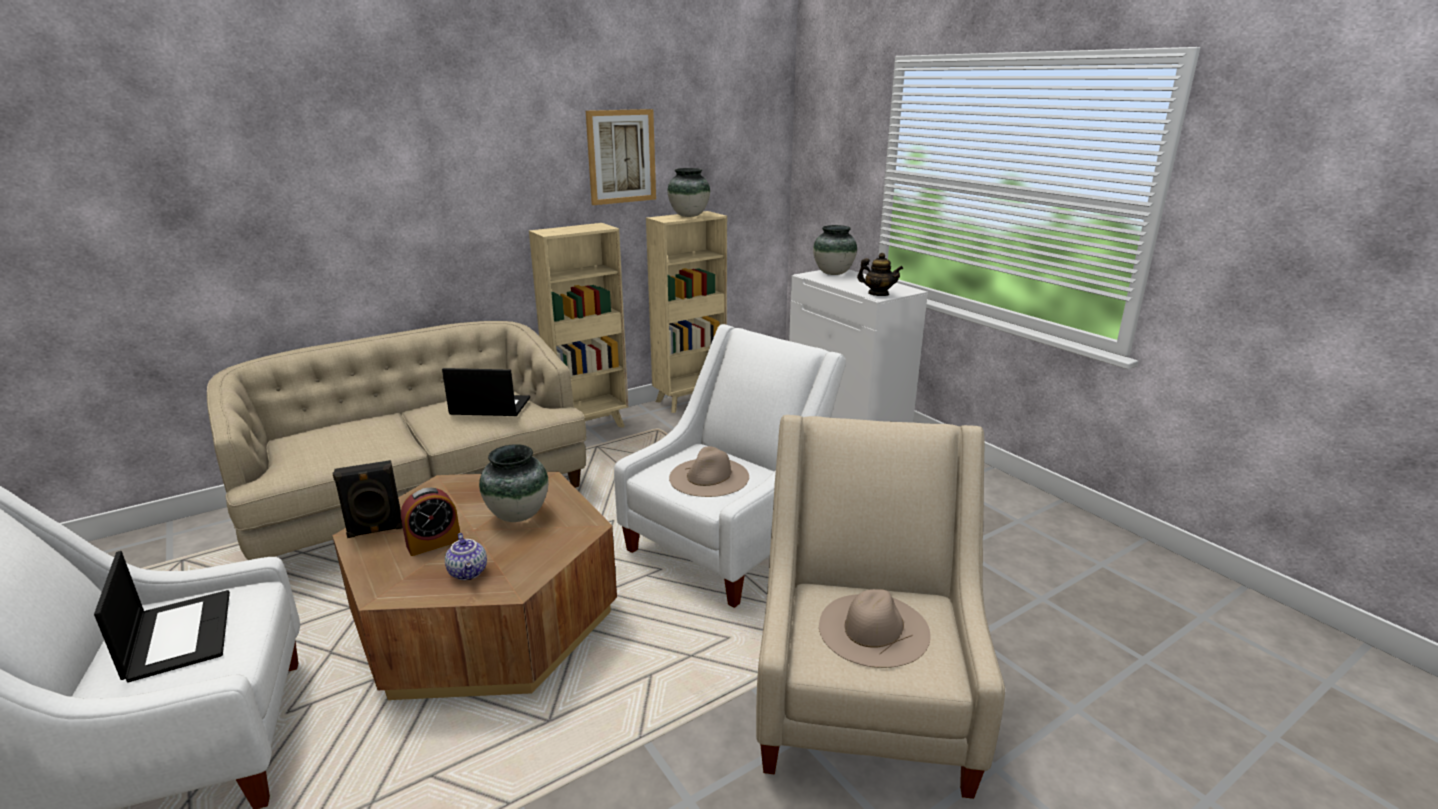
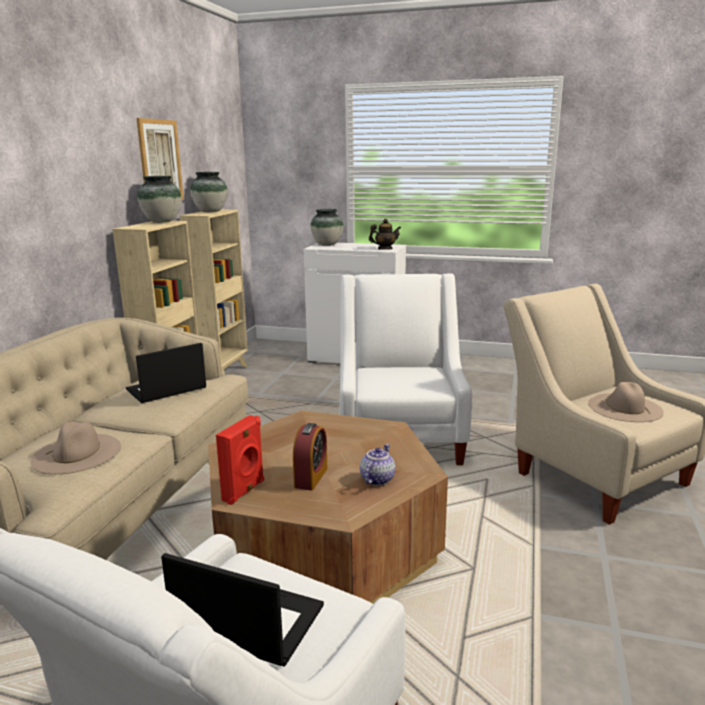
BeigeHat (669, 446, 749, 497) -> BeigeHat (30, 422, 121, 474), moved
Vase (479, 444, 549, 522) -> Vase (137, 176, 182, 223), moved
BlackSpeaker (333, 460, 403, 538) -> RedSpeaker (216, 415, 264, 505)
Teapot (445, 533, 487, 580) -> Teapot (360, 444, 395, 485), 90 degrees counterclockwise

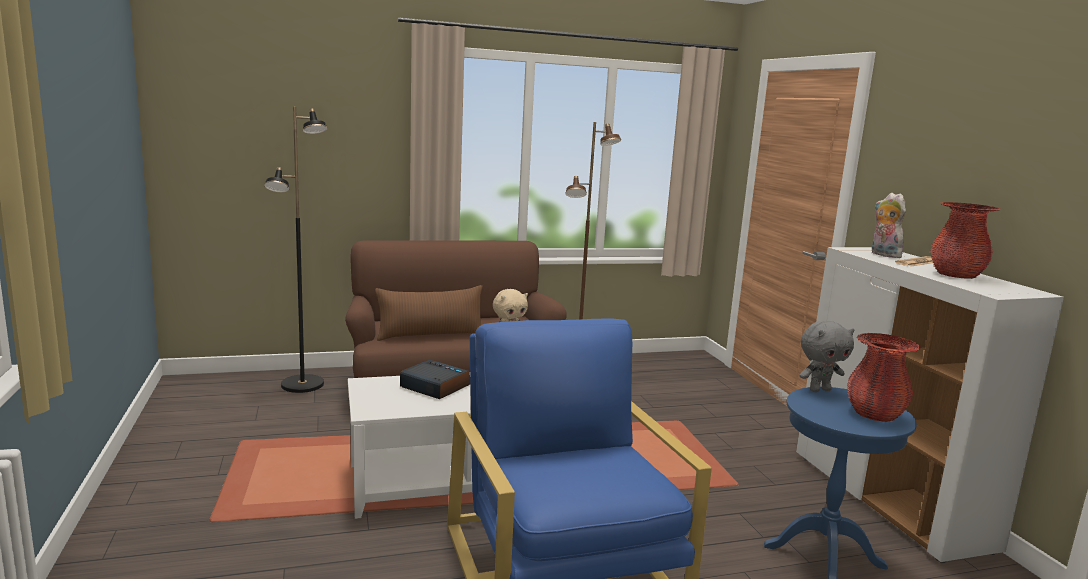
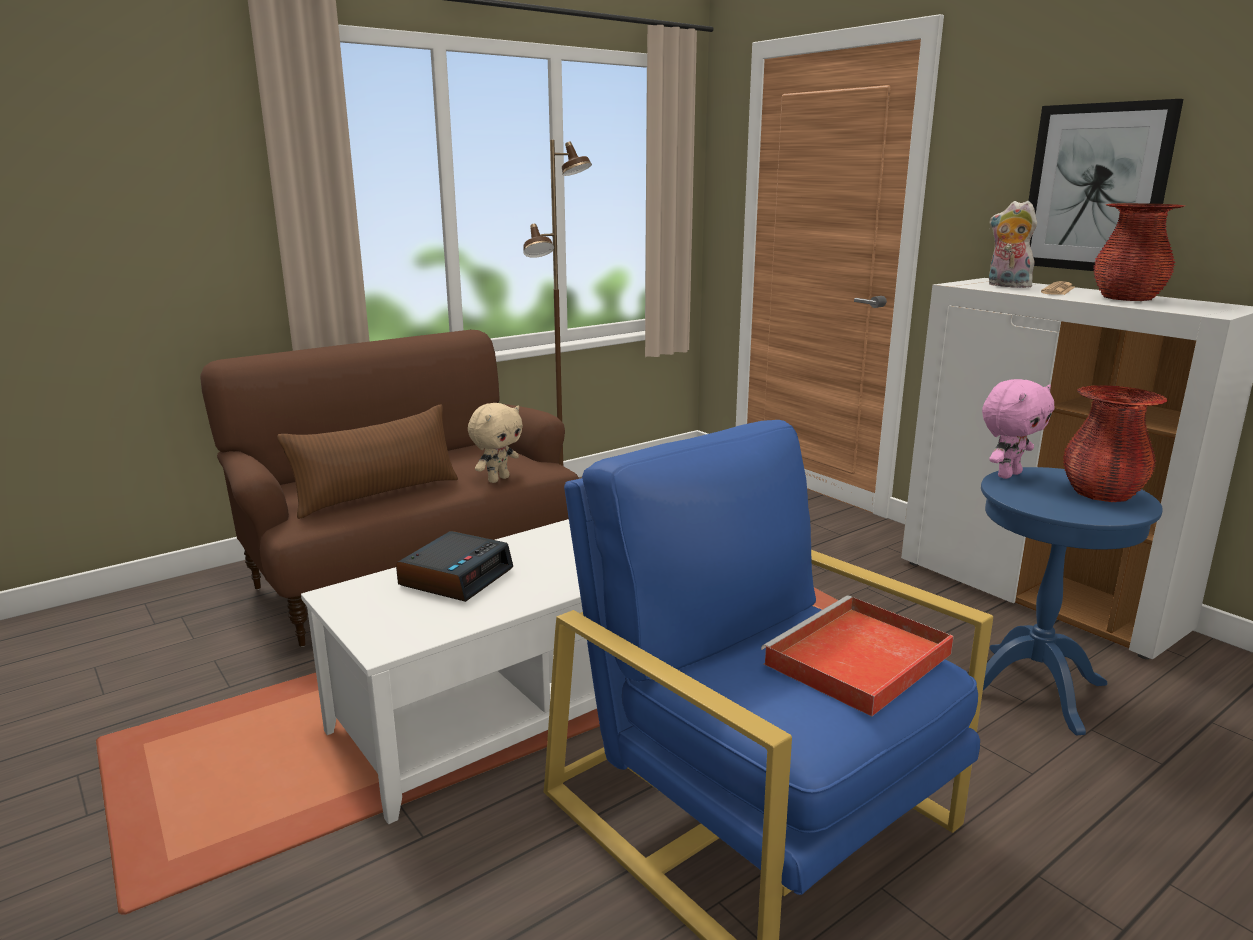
AlarmClock (400, 360, 470, 399) -> AlarmClock (396, 531, 513, 602), 105 degrees clockwise
none -> RedTray (761, 595, 954, 717)
GreyPlushToy (799, 321, 854, 392) -> PinkPlushToy (982, 379, 1054, 479)
none -> Picture (1028, 99, 1183, 271)
BlackFloorLamp (264, 107, 328, 393) -> none

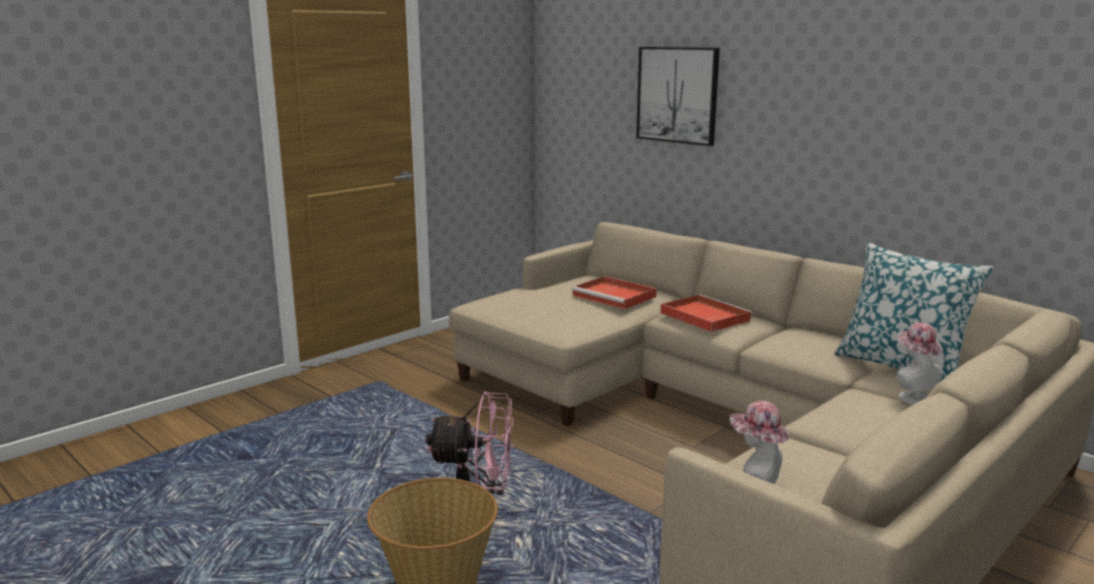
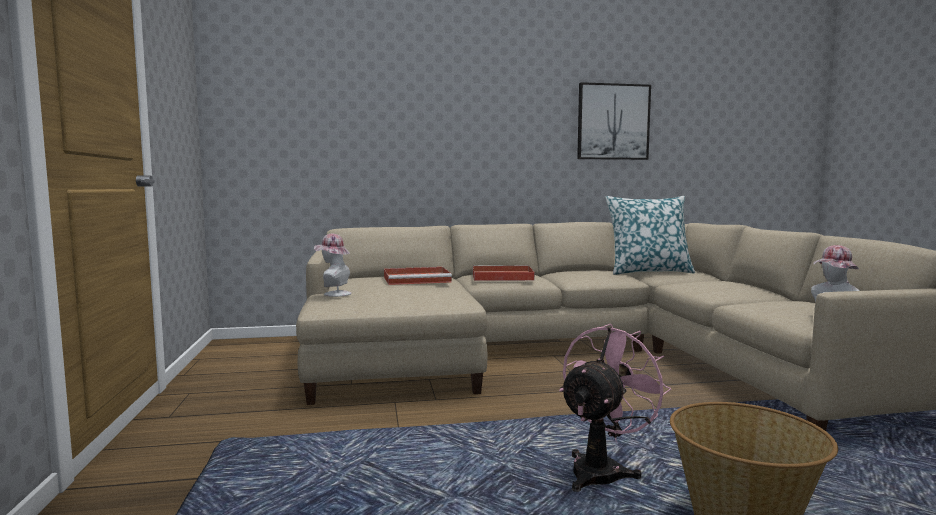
Hat (897, 322, 943, 405) -> Hat (314, 234, 352, 297), moved
Picture (636, 47, 720, 146) -> Picture (577, 82, 651, 160), moved

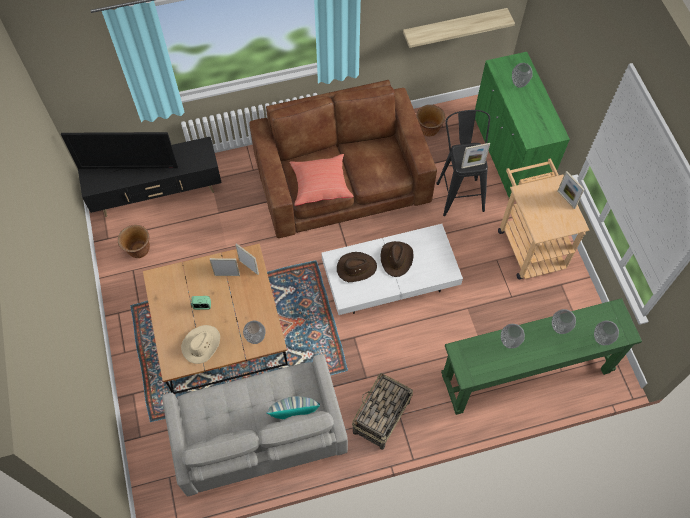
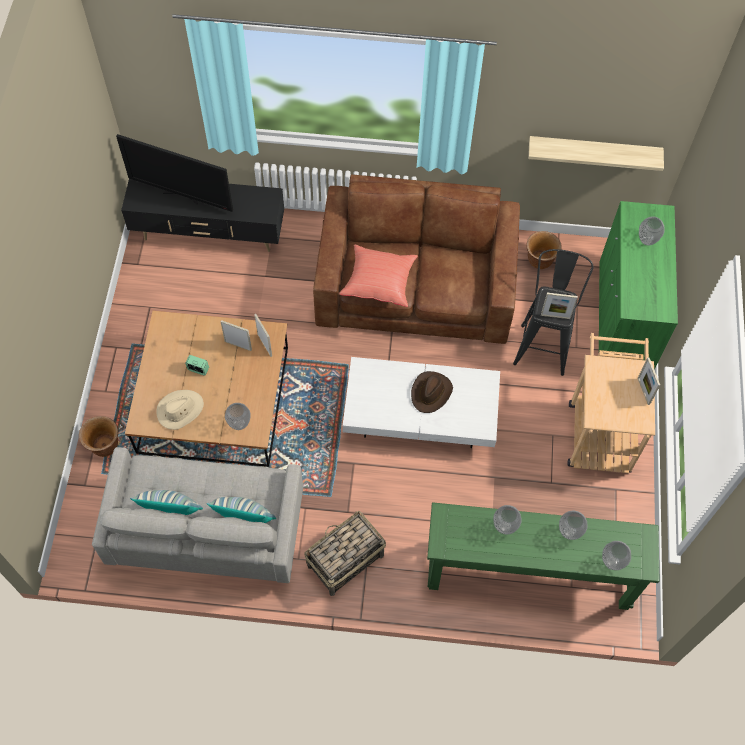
BrownPlanter (118, 225, 150, 258) -> BrownPlanter (79, 416, 118, 457), moved
none -> Pillow (130, 490, 203, 515)
BrownHat (337, 252, 377, 282) -> none

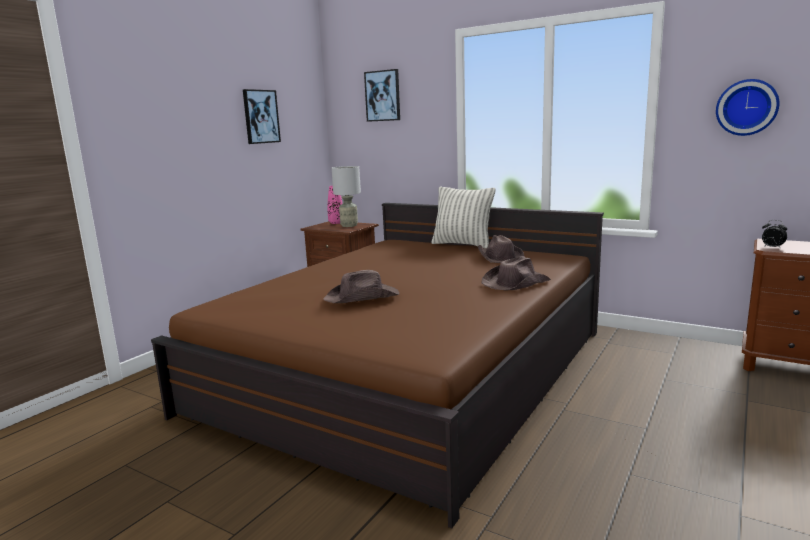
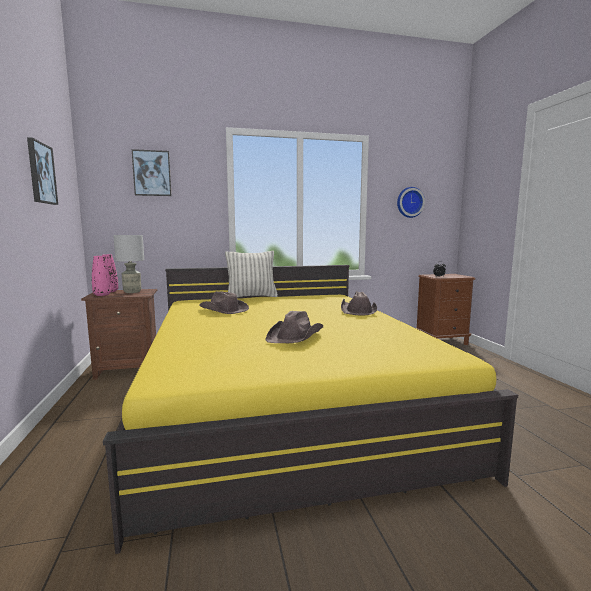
none -> PinkVase (92, 256, 111, 296)
BrownBed (151, 203, 604, 528) -> YellowBed (103, 265, 518, 554)
BrownHat (478, 235, 524, 263) -> BrownHat (199, 291, 249, 314), moved

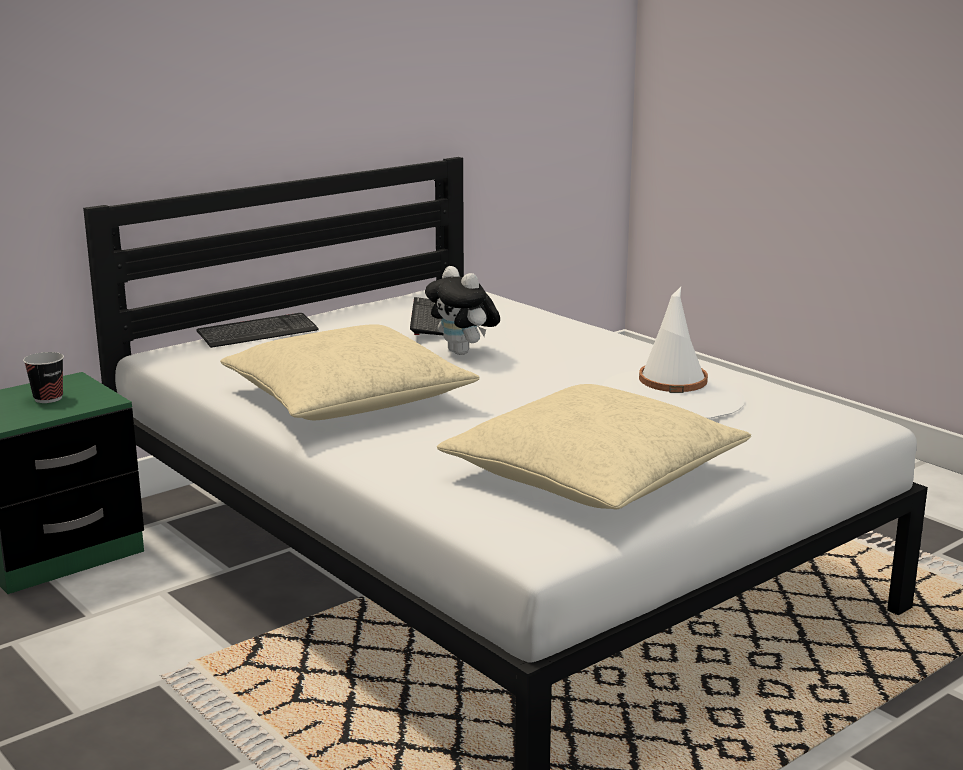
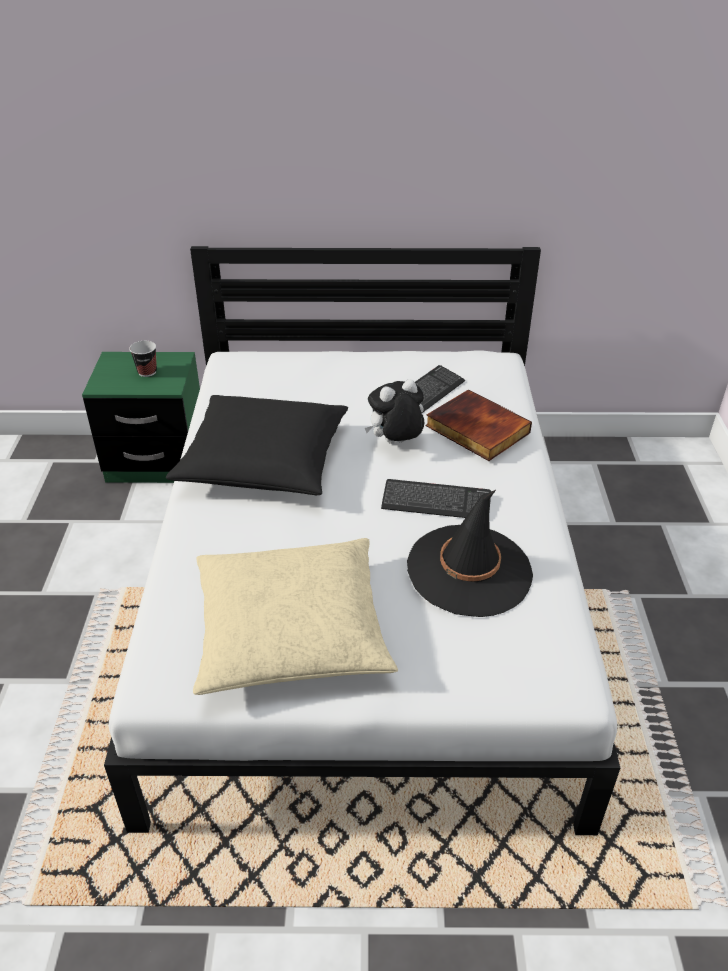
BeigePillow (220, 324, 480, 420) -> BlackPillow (166, 395, 348, 495)
PlushToy (425, 266, 500, 355) -> PlushToy (365, 379, 424, 444), 60 degrees clockwise
Keyboard (196, 313, 319, 348) -> Keyboard (381, 479, 491, 518), moved
WhiteHat (602, 287, 745, 419) -> BlackHat (407, 489, 533, 617)
none -> Book (426, 389, 532, 461)

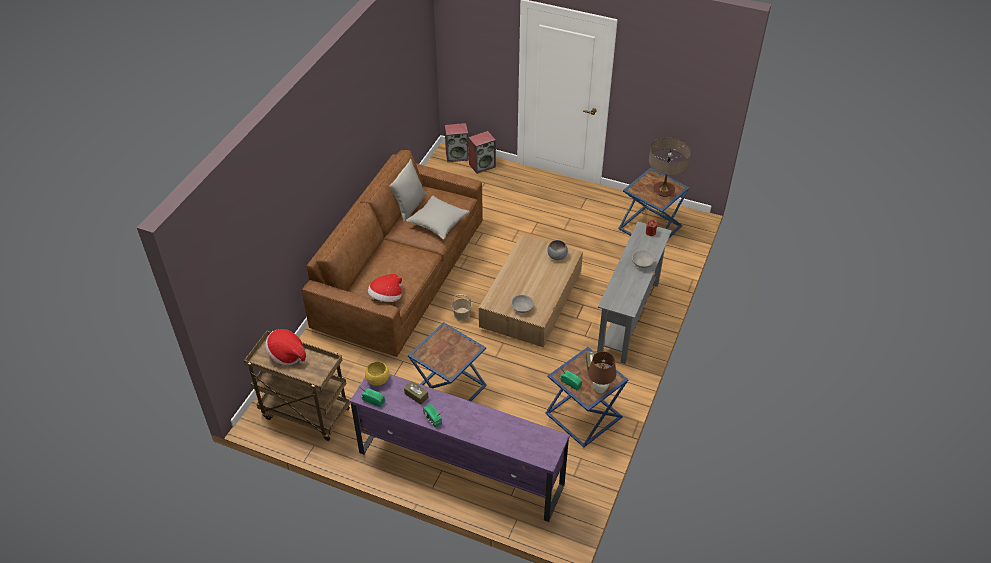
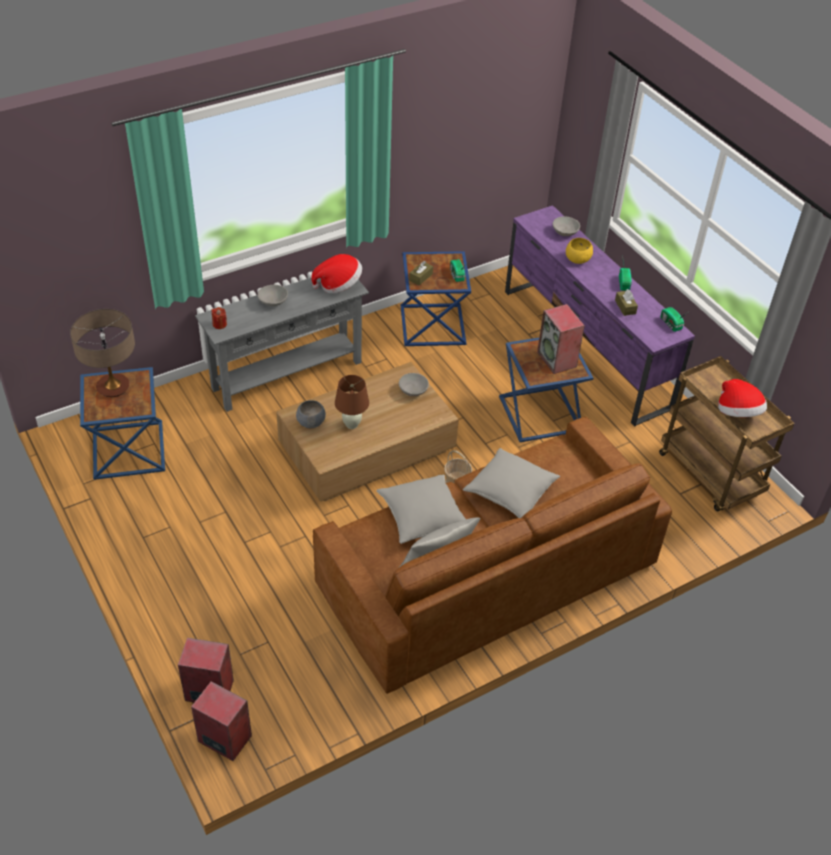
Hat (368, 274, 402, 302) -> Hat (311, 254, 362, 293), moved
BrownTableLamp (588, 351, 616, 393) -> BrownTableLamp (335, 375, 369, 429), moved
none -> GreyPillow (463, 448, 560, 518)
none -> Speaker (537, 304, 585, 374)
none -> GreyBowl (553, 216, 580, 236)
YellowBowl (365, 361, 390, 386) -> YellowBowl (566, 238, 593, 264), moved

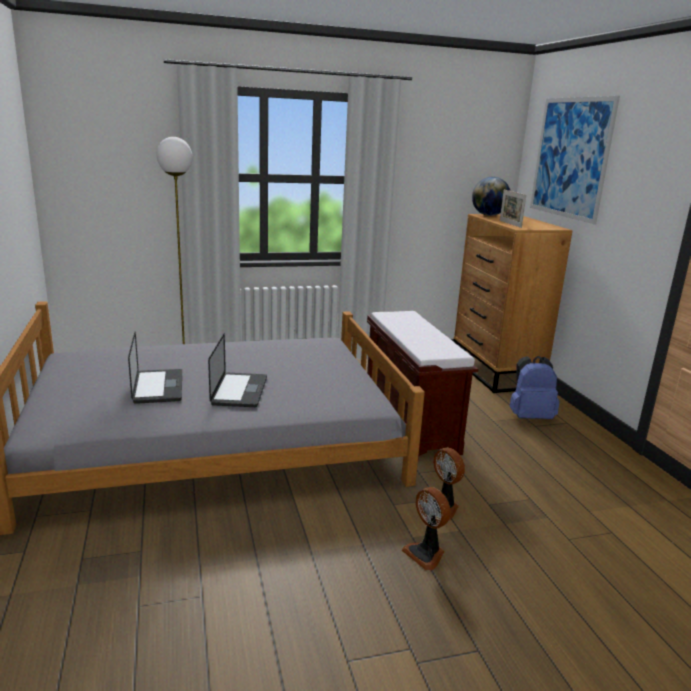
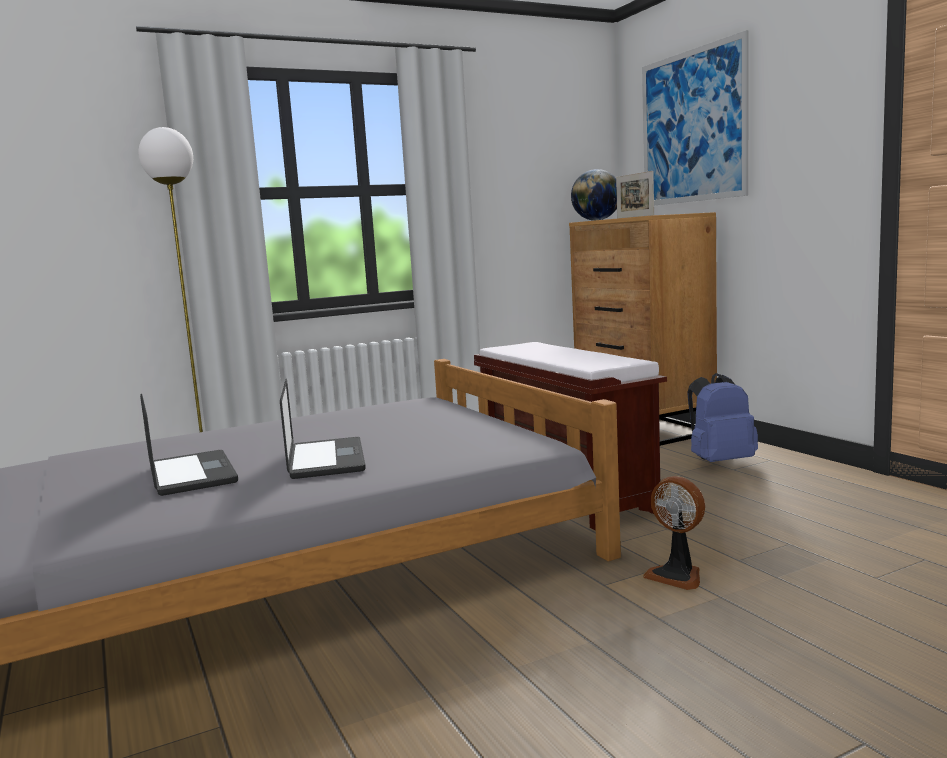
Fan (402, 487, 451, 570) -> none

